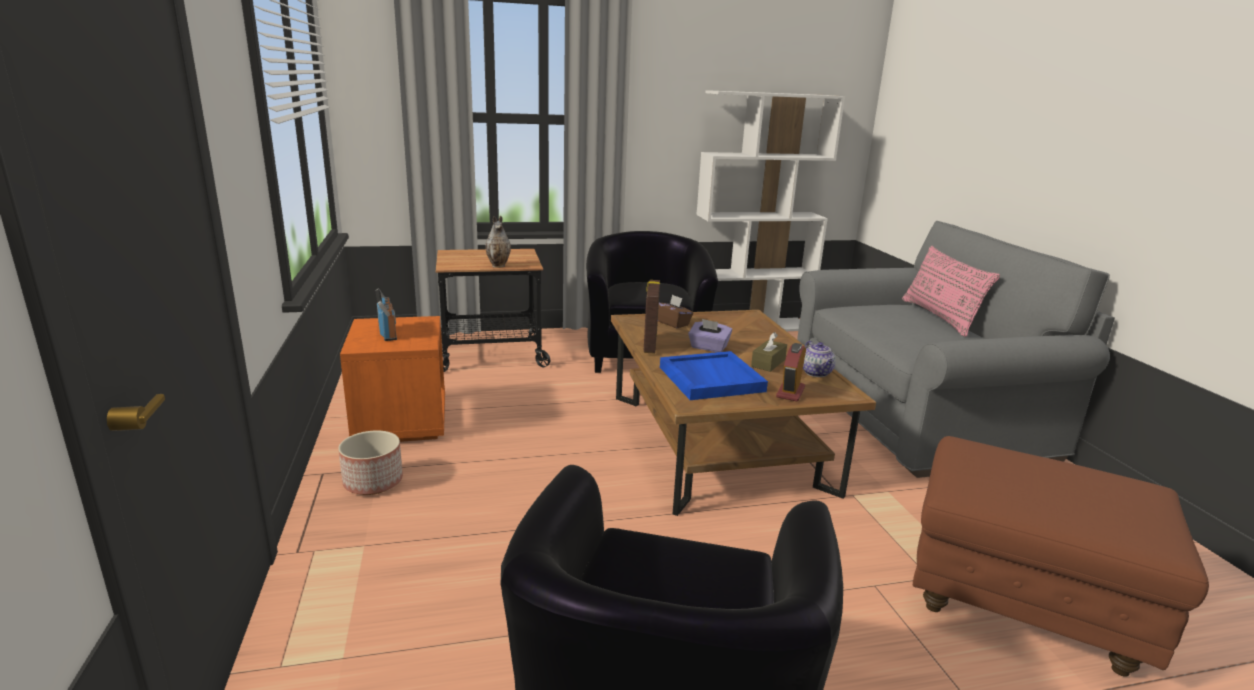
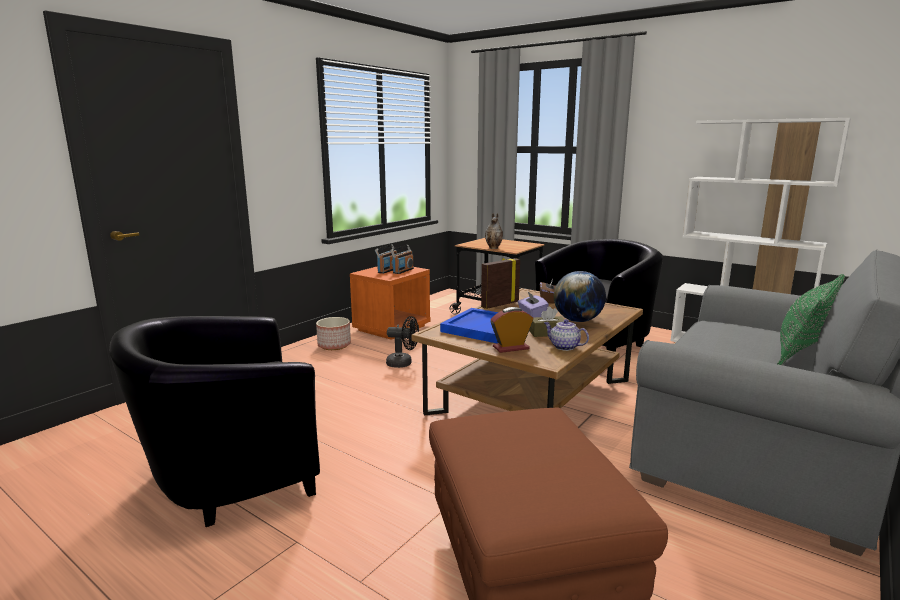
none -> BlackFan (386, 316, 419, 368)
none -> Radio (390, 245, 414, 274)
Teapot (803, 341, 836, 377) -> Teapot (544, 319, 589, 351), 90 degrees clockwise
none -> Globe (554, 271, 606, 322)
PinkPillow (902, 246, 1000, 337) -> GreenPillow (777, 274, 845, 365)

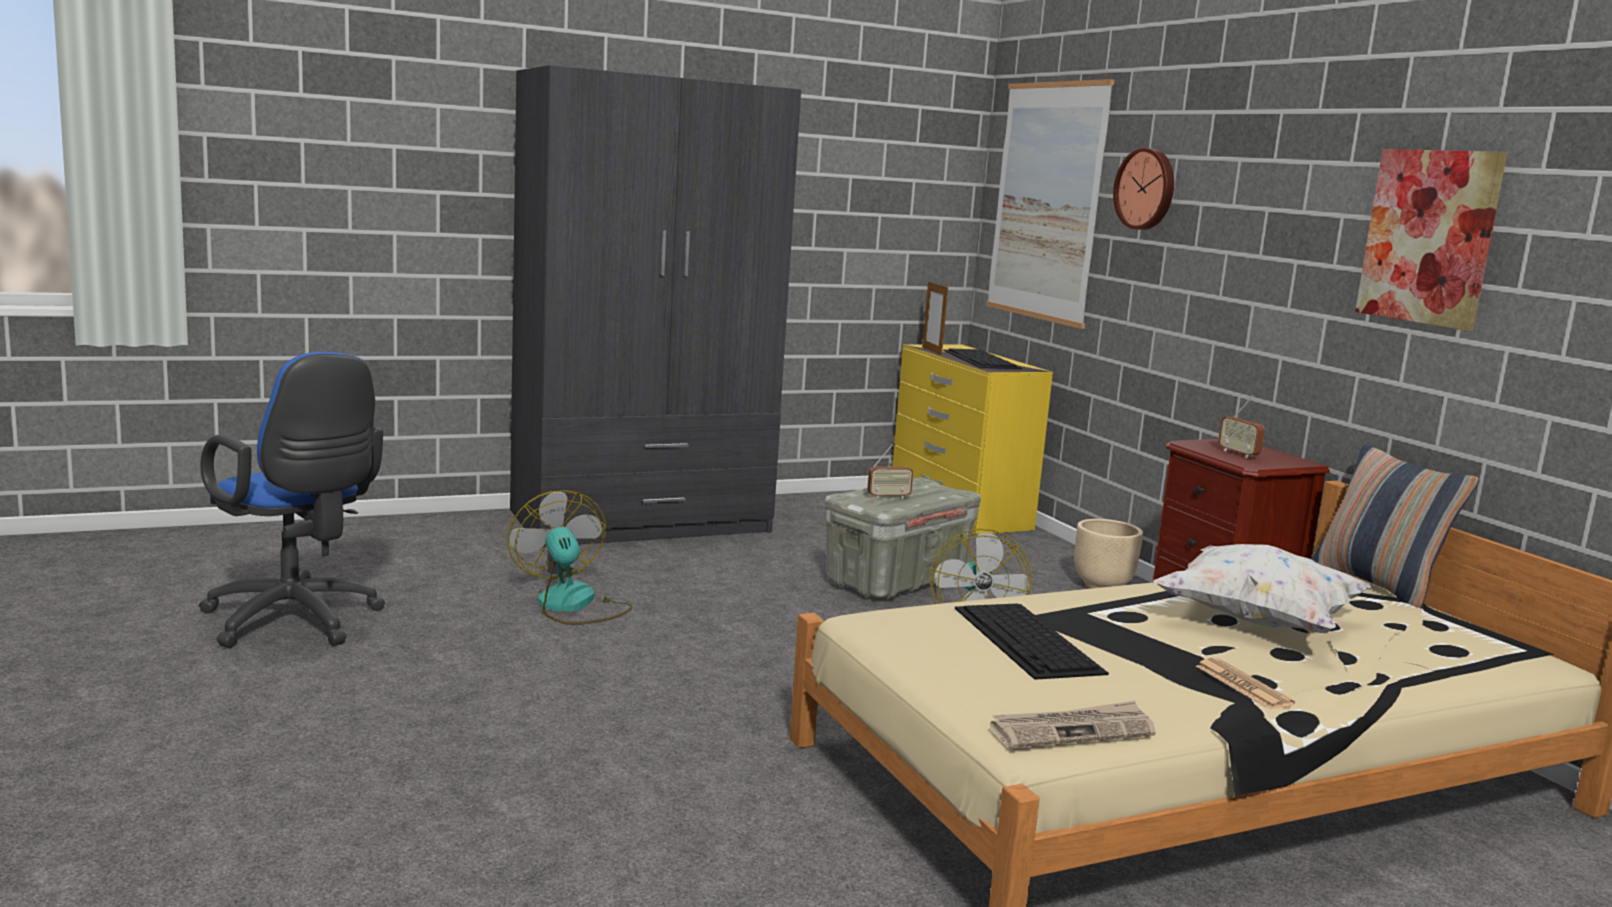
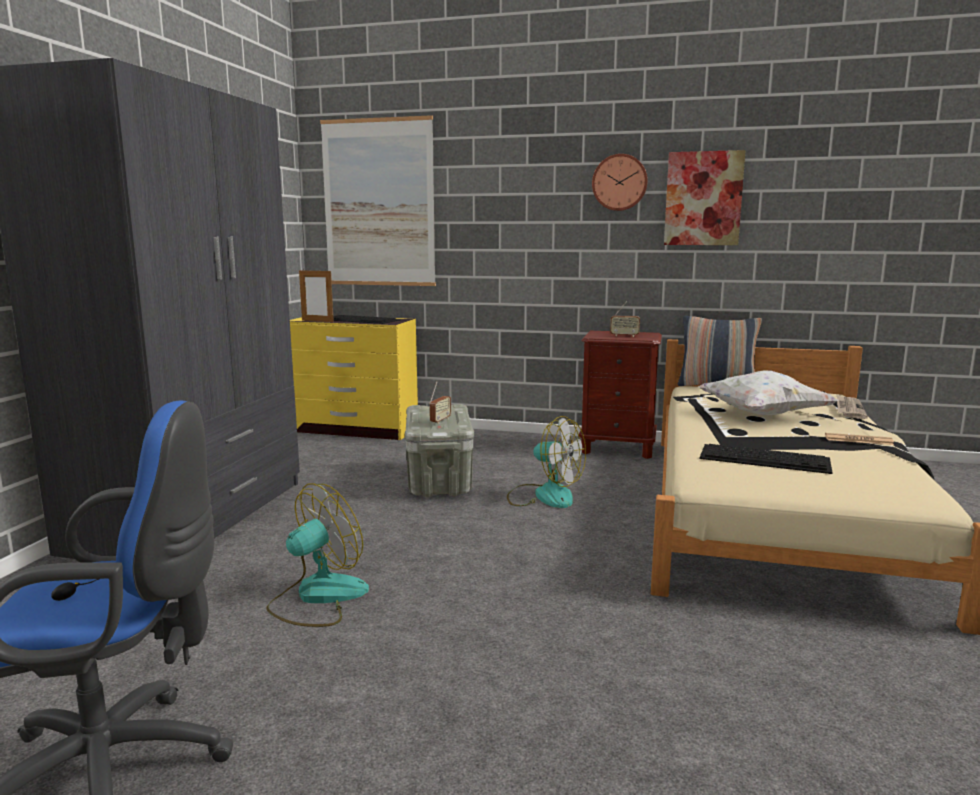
Fan (507, 490, 633, 625) -> Fan (266, 483, 369, 627), 120 degrees clockwise
WallClock (1113, 148, 1174, 230) -> WallClock (592, 154, 648, 211), moved
Newspaper (990, 701, 1156, 748) -> Newspaper (837, 395, 868, 419), moved
BeigePlanter (1075, 519, 1143, 589) -> none

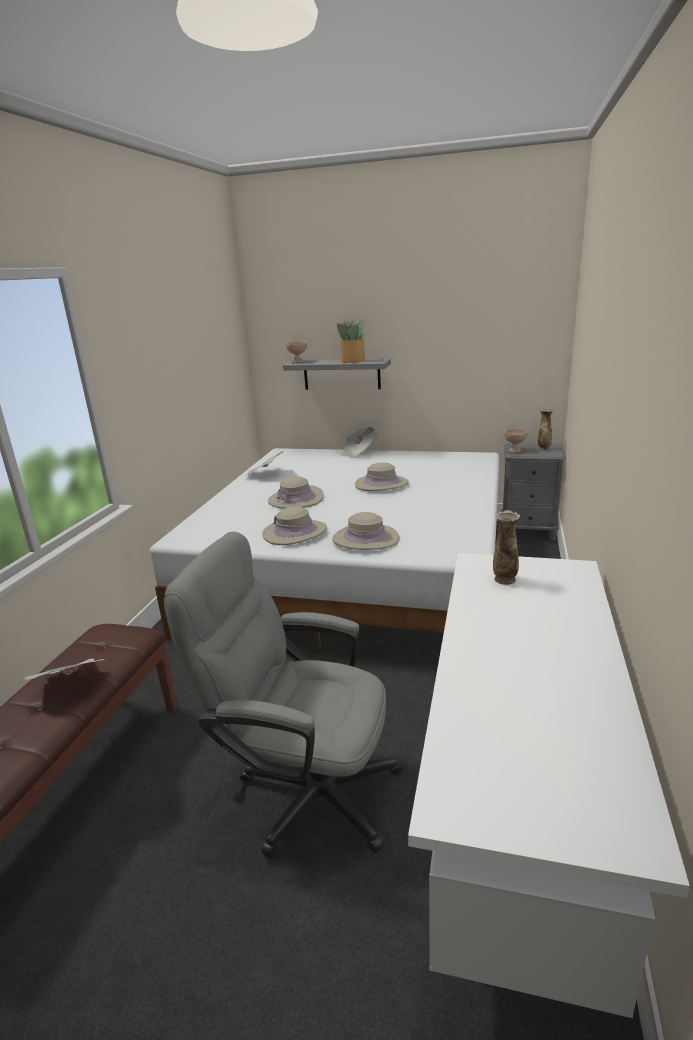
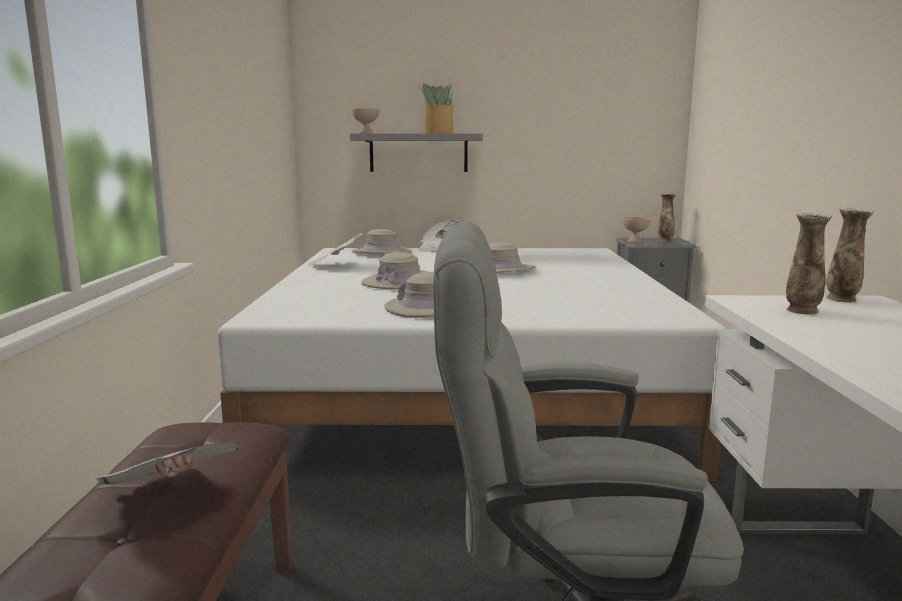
BeigeHat (332, 512, 400, 550) -> BeigeHat (352, 229, 412, 253), moved
none -> Vase (826, 208, 874, 303)

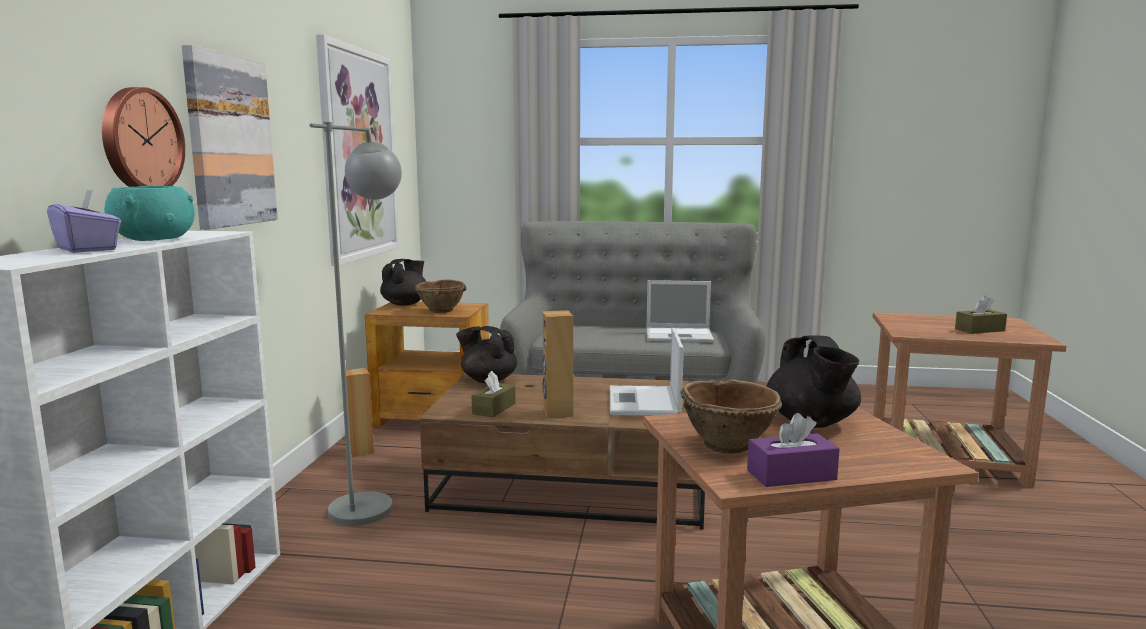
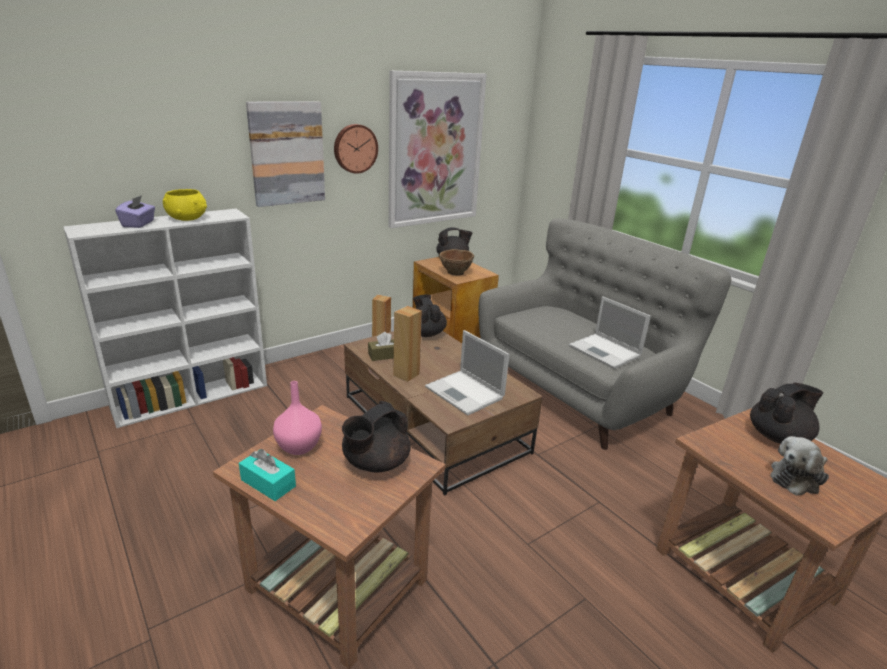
TurquoiseBowl (104, 186, 195, 241) -> YellowBowl (163, 189, 207, 221)
PurpleTissueBox (747, 413, 840, 487) -> TurquoiseTissueBox (239, 449, 296, 501)
BrownBowl (681, 380, 782, 454) -> PinkVase (273, 381, 322, 455)
WallClock (102, 87, 185, 187) -> WallClock (334, 124, 378, 174), moved
Laptop (610, 327, 684, 416) -> Laptop (425, 330, 510, 416), 90 degrees counterclockwise
none -> BlackTeapot (750, 383, 823, 444)
BrownTissueBox (955, 296, 1007, 334) -> PlushToy (770, 436, 829, 496)
GreyFloorLamp (310, 122, 402, 526) -> none

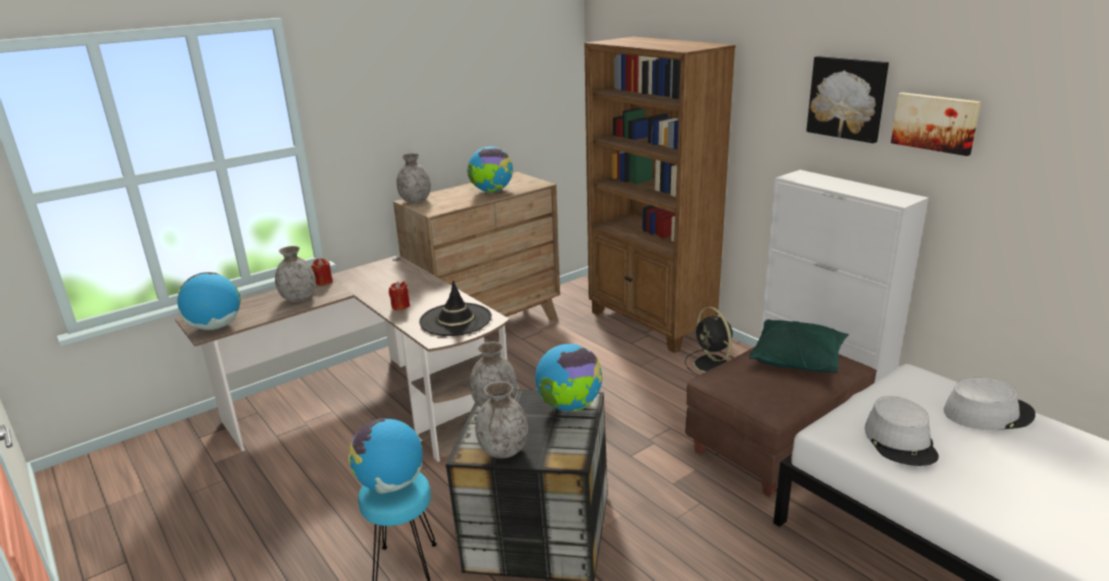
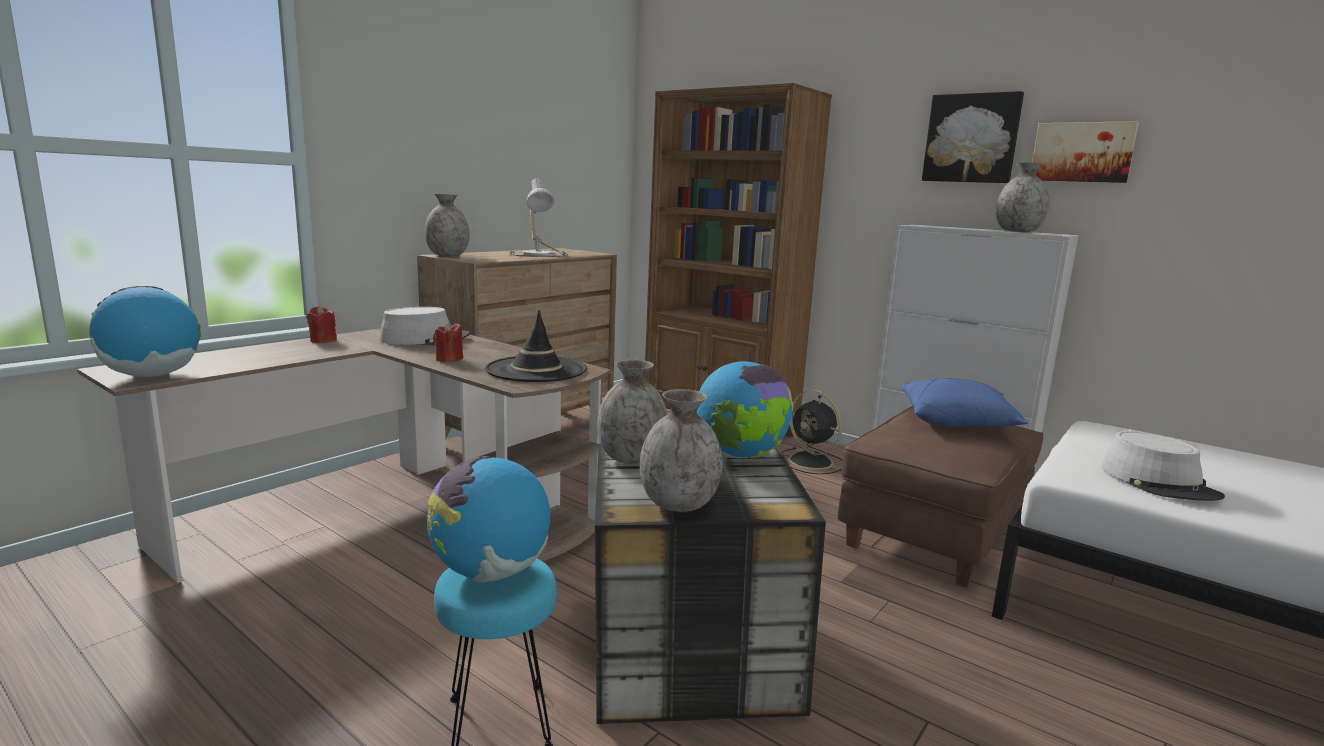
GreyHat (944, 378, 1035, 430) -> GreyHat (380, 307, 470, 345), moved
Globe (467, 147, 513, 193) -> TableLamp (510, 178, 567, 257)
GreenPillow (749, 319, 849, 373) -> BluePillow (901, 378, 1028, 427)
GreyVase (275, 246, 316, 302) -> GreyVase (996, 163, 1049, 232), moved

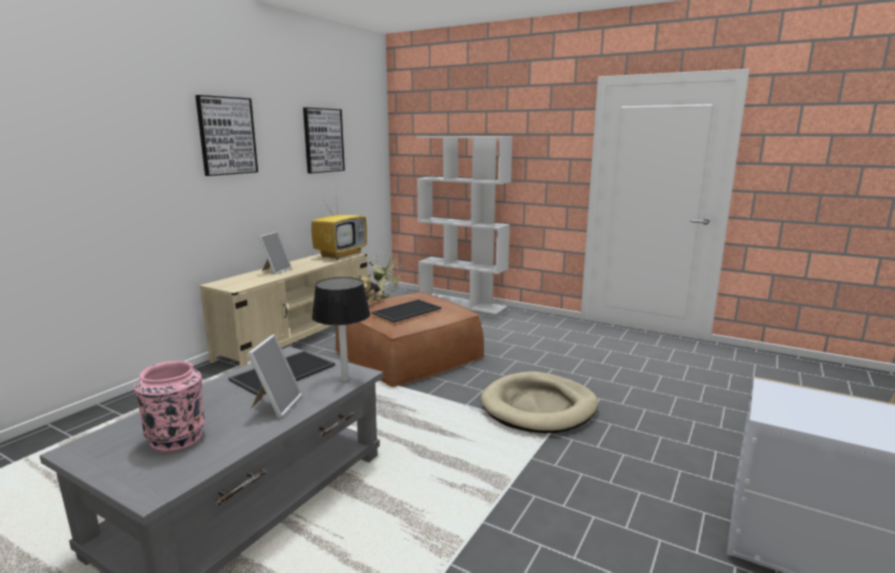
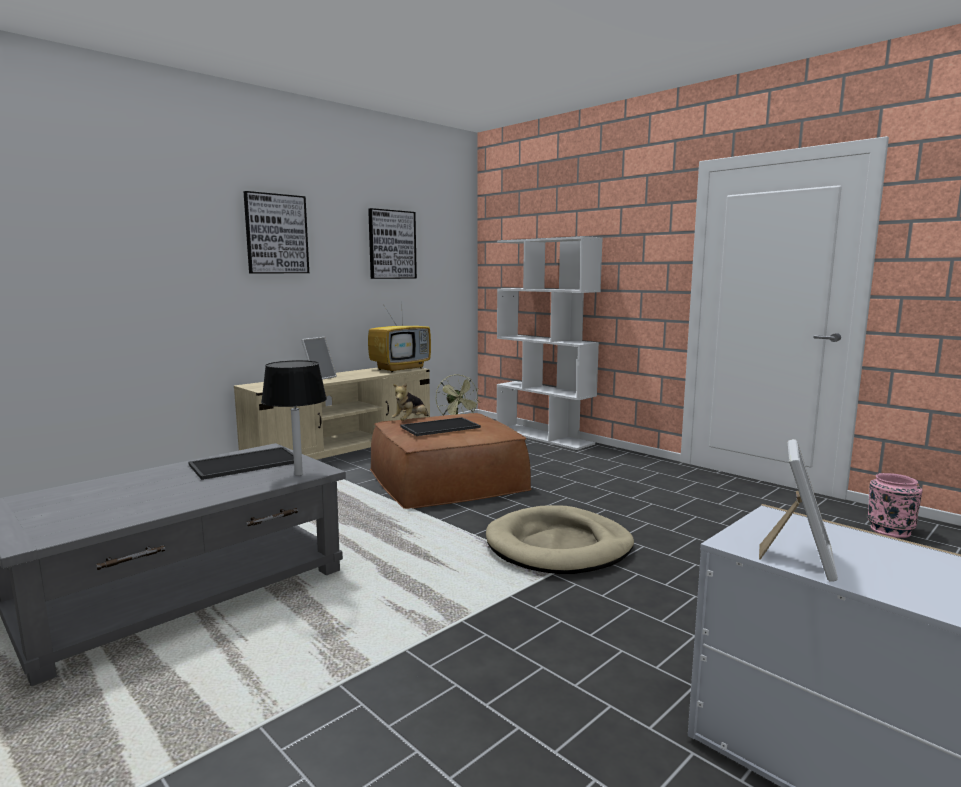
PictureFrame (247, 334, 302, 418) -> PictureFrame (759, 439, 838, 581), moved
PinkVase (134, 361, 206, 452) -> PinkVase (867, 473, 923, 538), moved

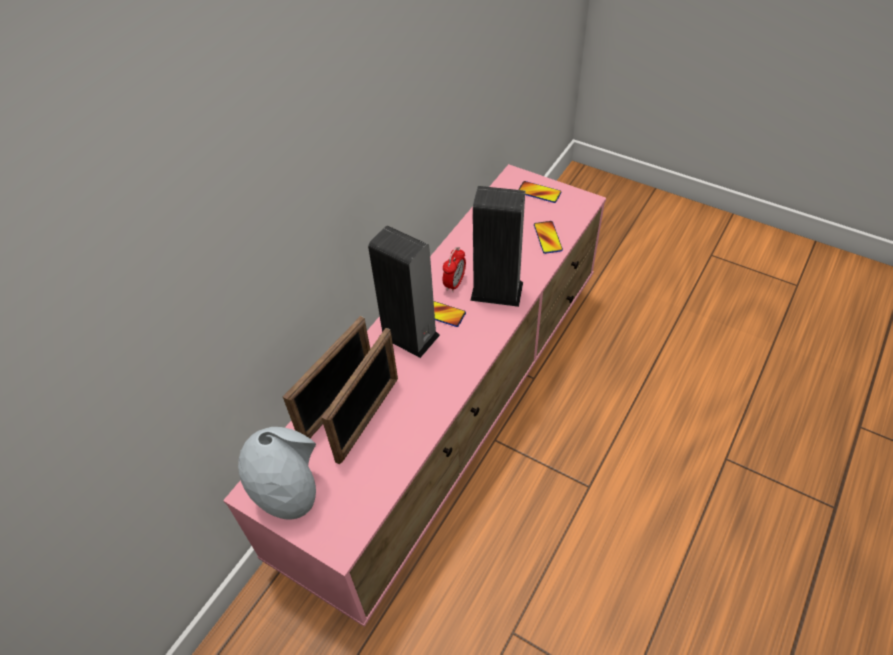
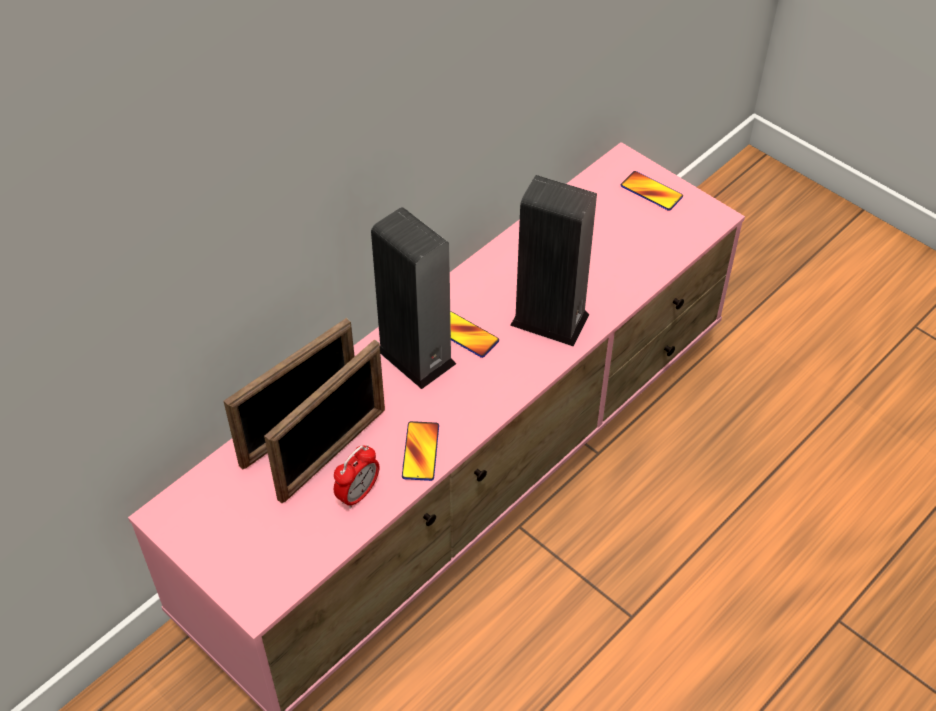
AlarmClock (443, 247, 466, 292) -> AlarmClock (334, 445, 379, 509), moved
Phone (534, 221, 563, 254) -> Phone (402, 421, 439, 481), moved
GreyVase (238, 427, 316, 520) -> none

